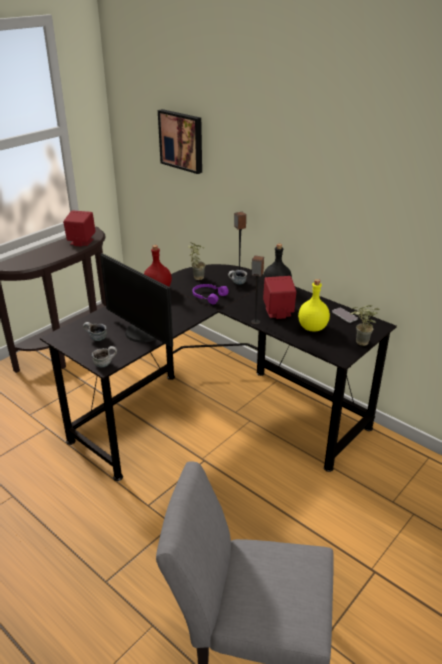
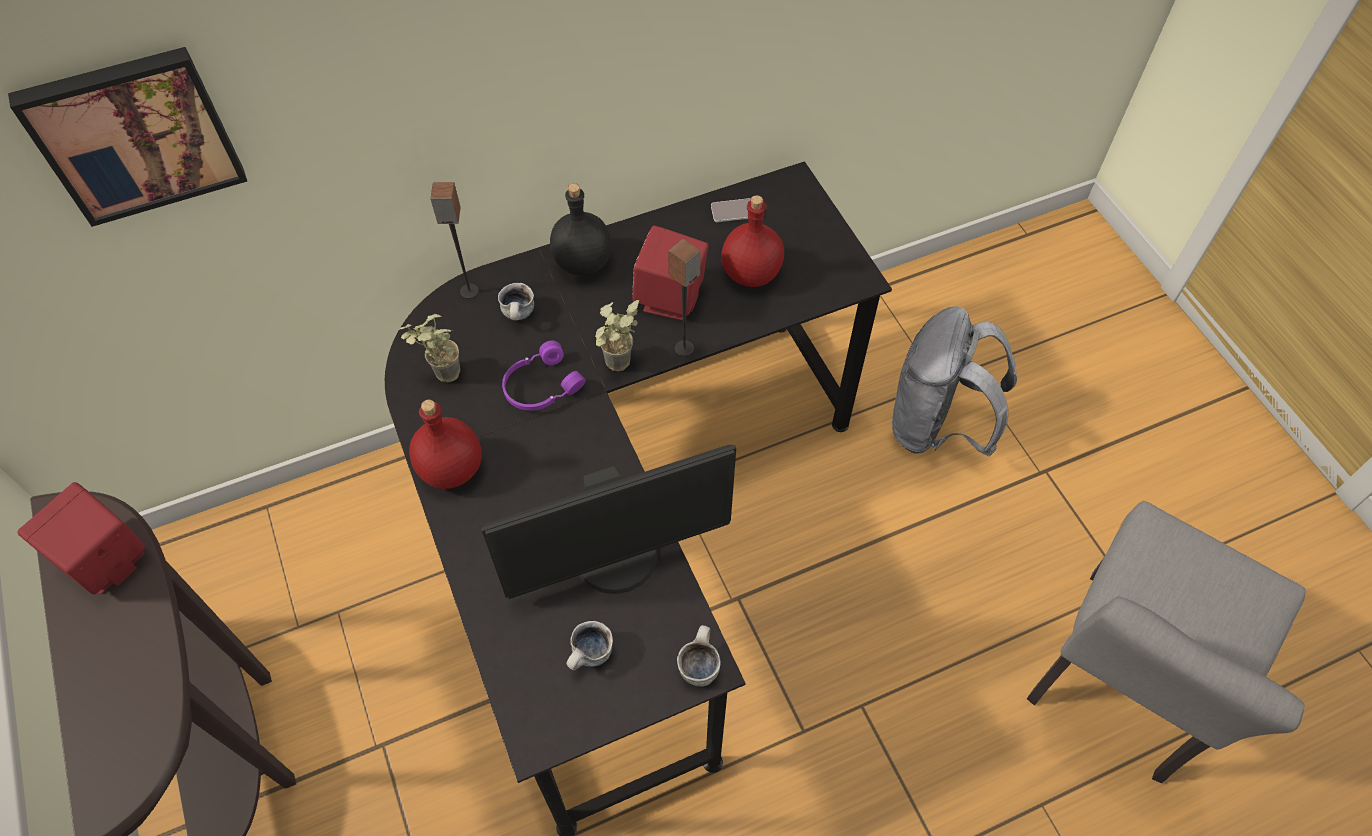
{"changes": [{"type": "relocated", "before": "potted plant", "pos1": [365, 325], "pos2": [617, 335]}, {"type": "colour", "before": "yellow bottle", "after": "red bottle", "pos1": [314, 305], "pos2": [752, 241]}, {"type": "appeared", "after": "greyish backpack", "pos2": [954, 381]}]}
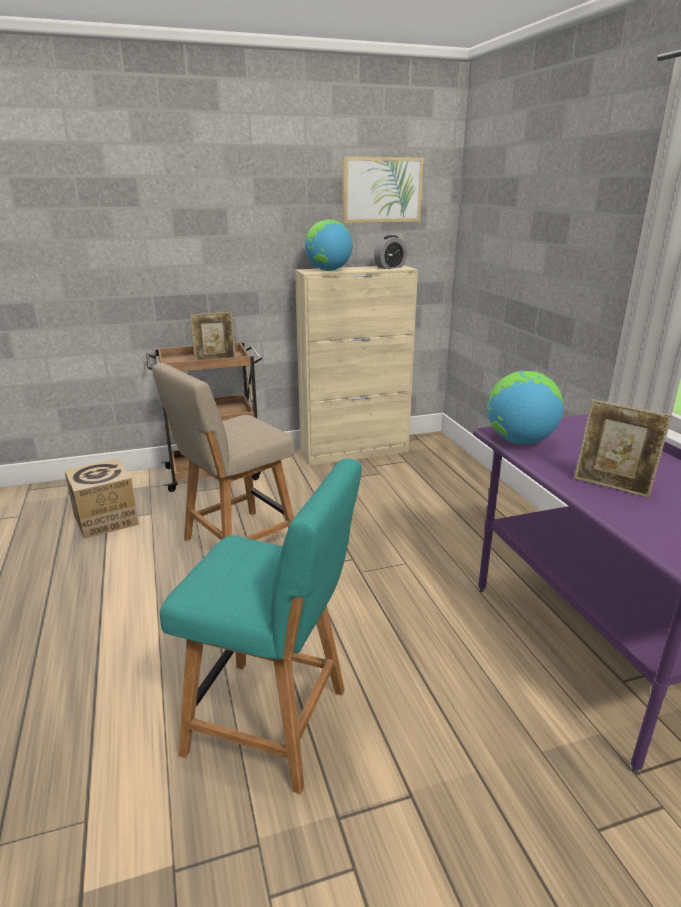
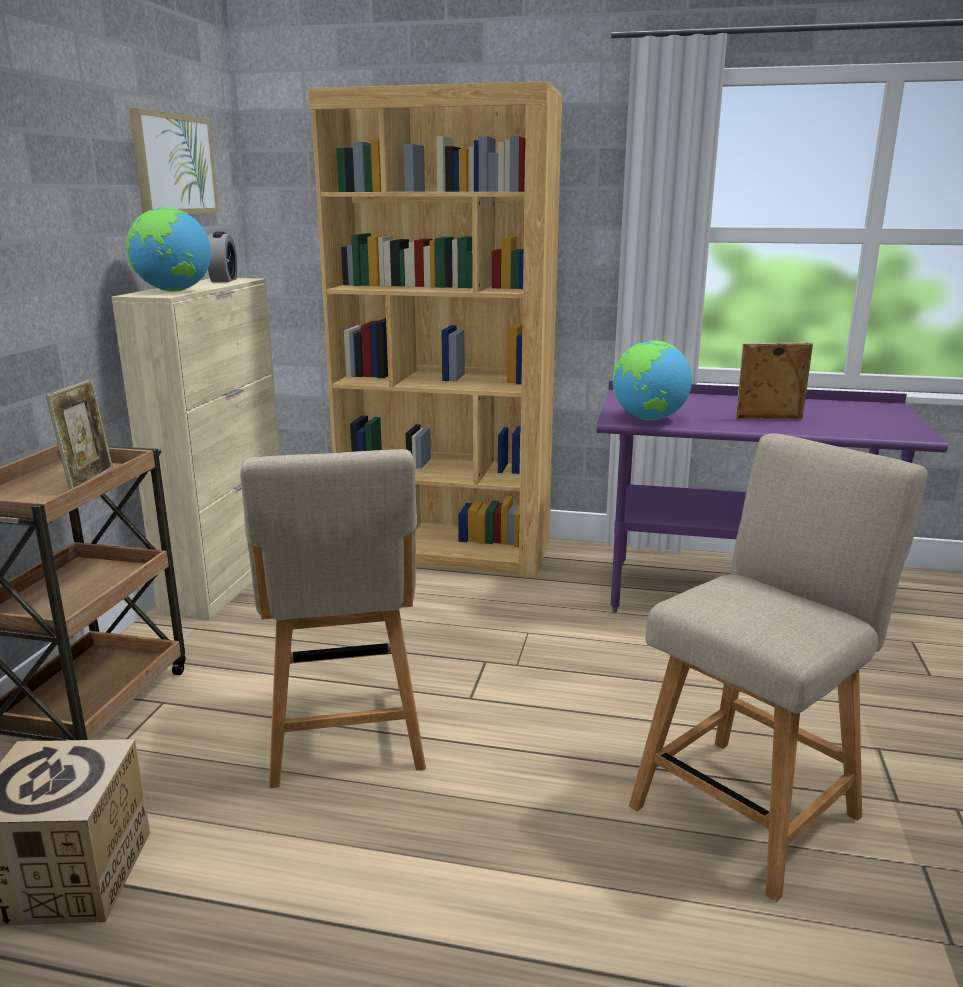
{"changes": [{"type": "appeared", "after": "brown-coloured shelving unit", "pos2": [435, 329]}, {"type": "colour", "before": "turquoise upright chair", "after": "sand-coloured upright chair", "pos1": [261, 626], "pos2": [778, 667]}, {"type": "spun", "before": "picture frame", "pos1": [623, 448], "pos2": [774, 380], "turn": -150}]}
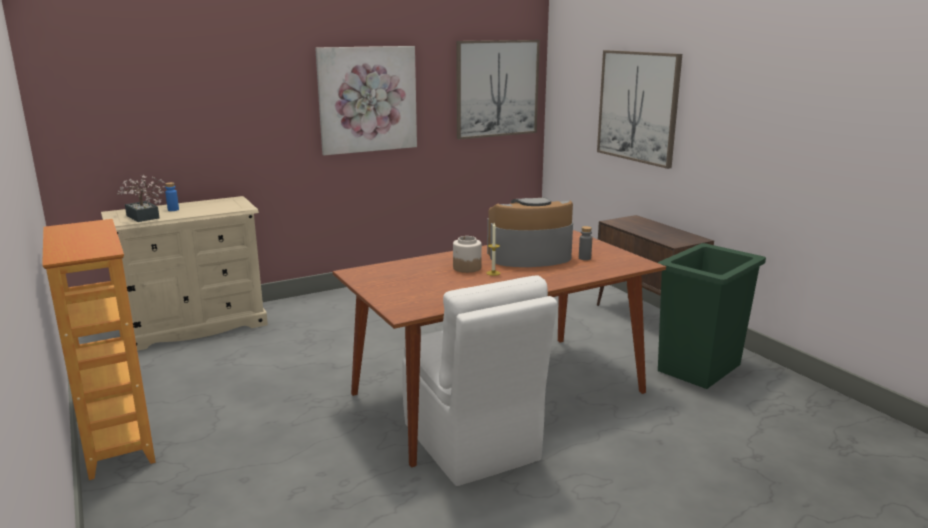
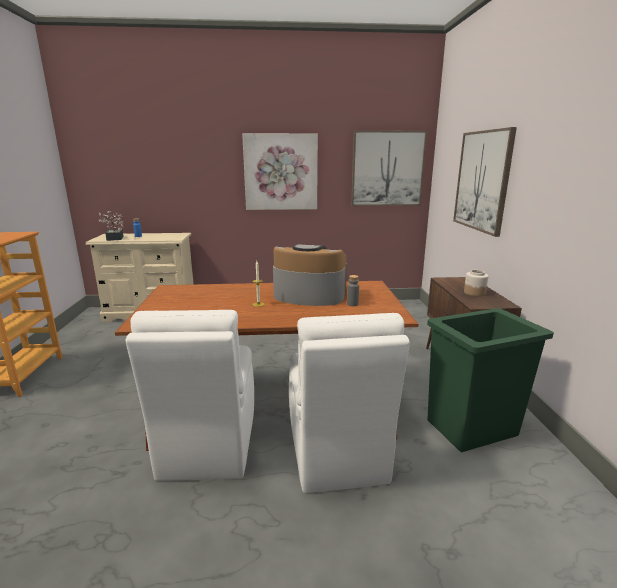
{"changes": [{"type": "appeared", "after": "whitish upright chair", "pos2": [349, 403]}, {"type": "relocated", "before": "jar", "pos1": [467, 254], "pos2": [476, 283]}]}
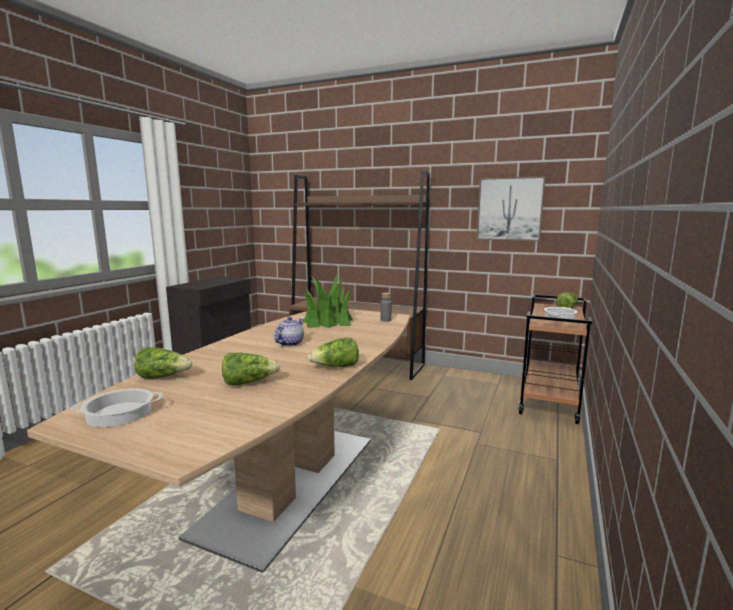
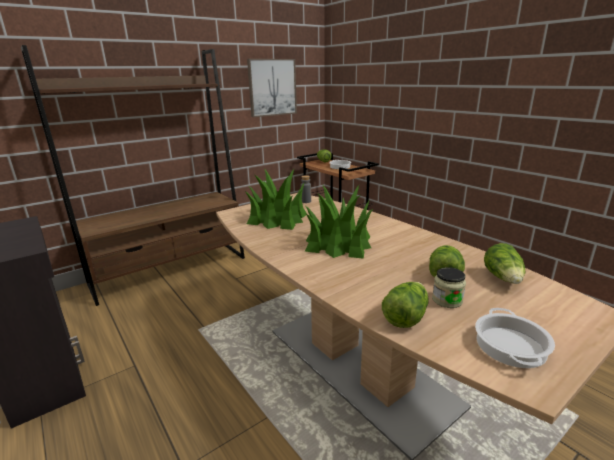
{"changes": [{"type": "exchanged", "before": "teapot", "after": "potted plant", "pos1": [289, 332], "pos2": [339, 222]}, {"type": "appeared", "after": "jar", "pos2": [449, 287]}, {"type": "relocated", "before": "head of lettuce", "pos1": [333, 352], "pos2": [504, 263]}]}
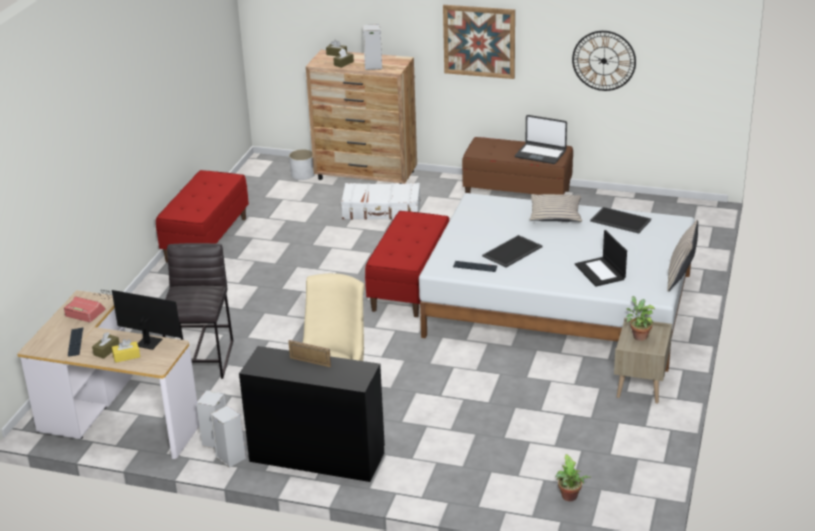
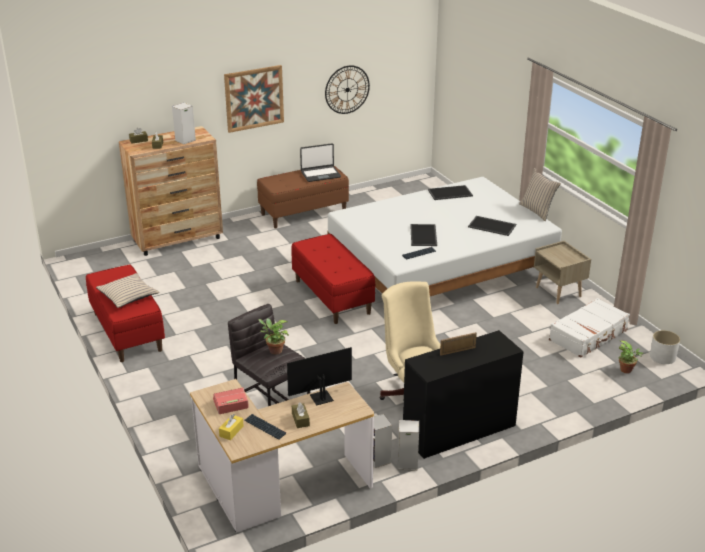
{"changes": [{"type": "relocated", "before": "sand-coloured throw pillow", "pos1": [556, 208], "pos2": [128, 290]}, {"type": "relocated", "before": "yellow tissue box", "pos1": [126, 351], "pos2": [231, 427]}, {"type": "relocated", "before": "potted plant", "pos1": [641, 318], "pos2": [273, 337]}, {"type": "exchanged", "before": "notebook computer", "after": "serving tray", "pos1": [601, 258], "pos2": [492, 226]}, {"type": "relocated", "before": "whitish piece of luggage", "pos1": [380, 201], "pos2": [589, 328]}, {"type": "relocated", "before": "whitish plant pot", "pos1": [302, 164], "pos2": [665, 347]}]}
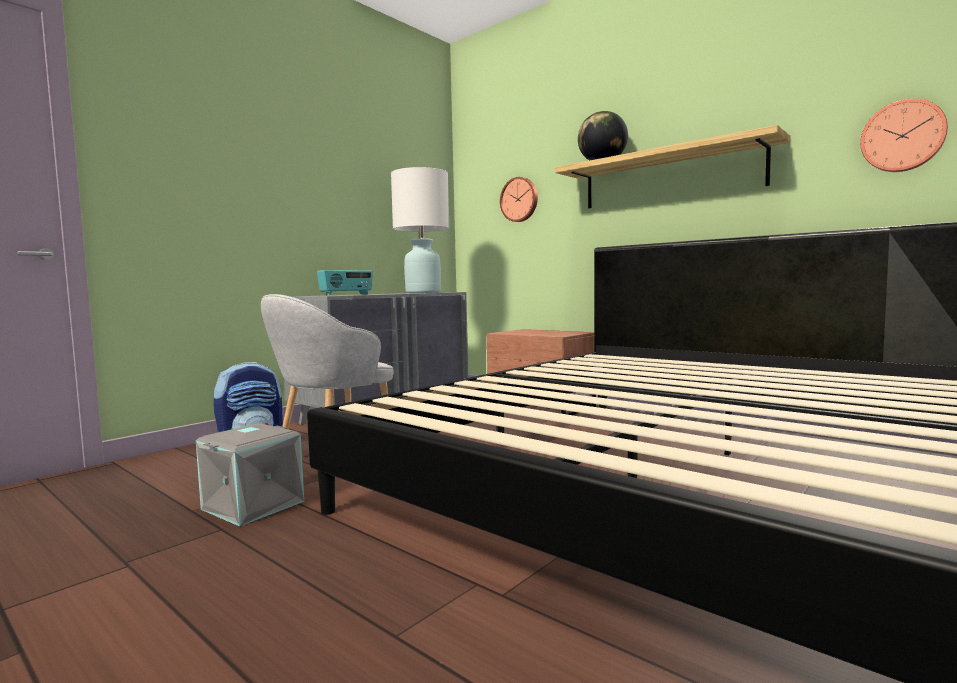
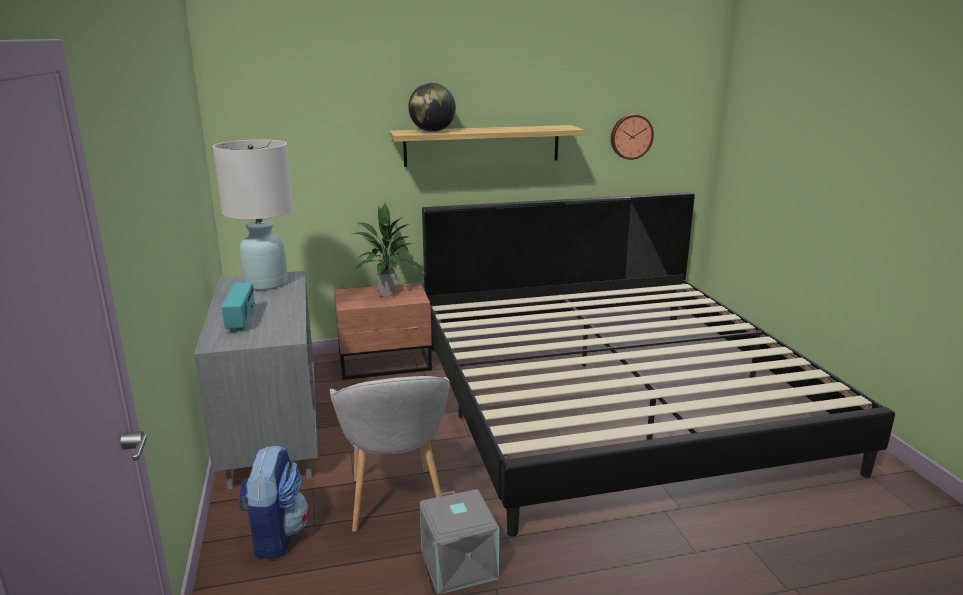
{"changes": [{"type": "appeared", "after": "potted plant", "pos2": [389, 249]}, {"type": "missing", "before": "wall clock", "pos1": [519, 199]}]}
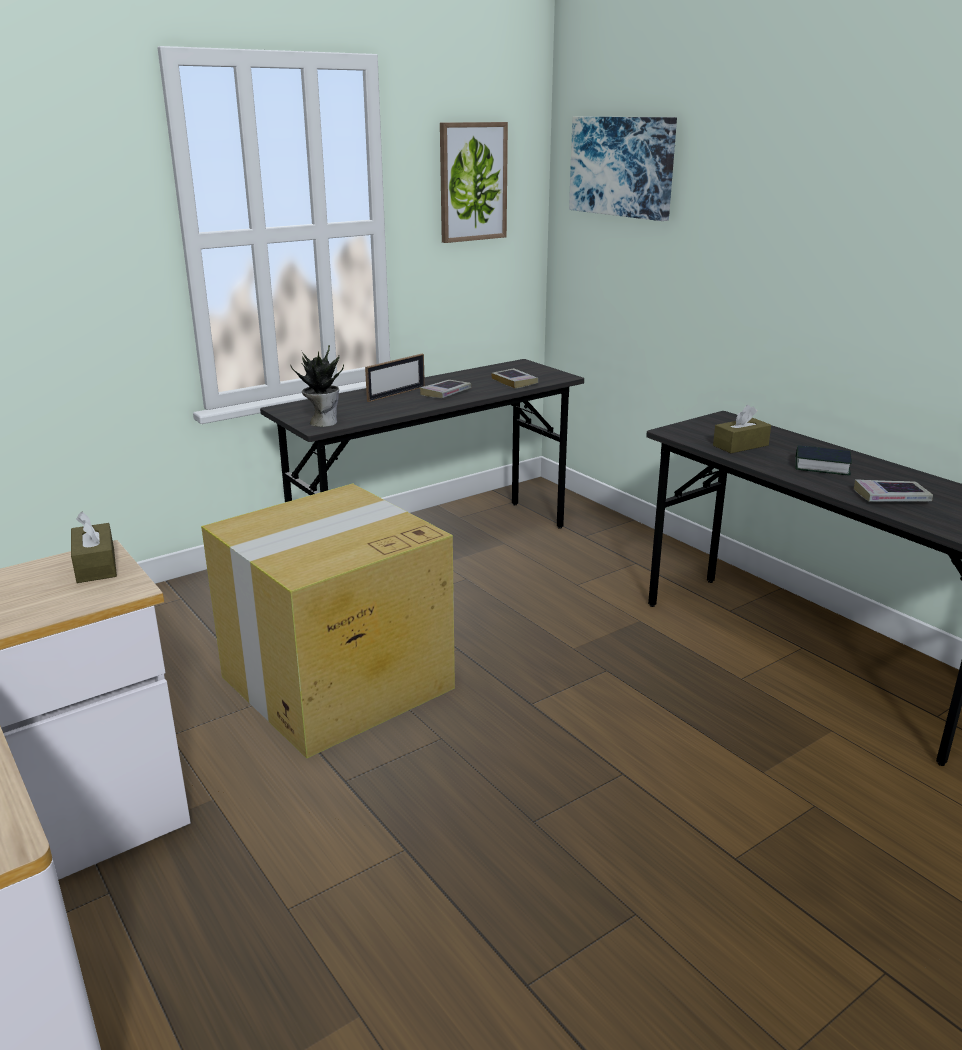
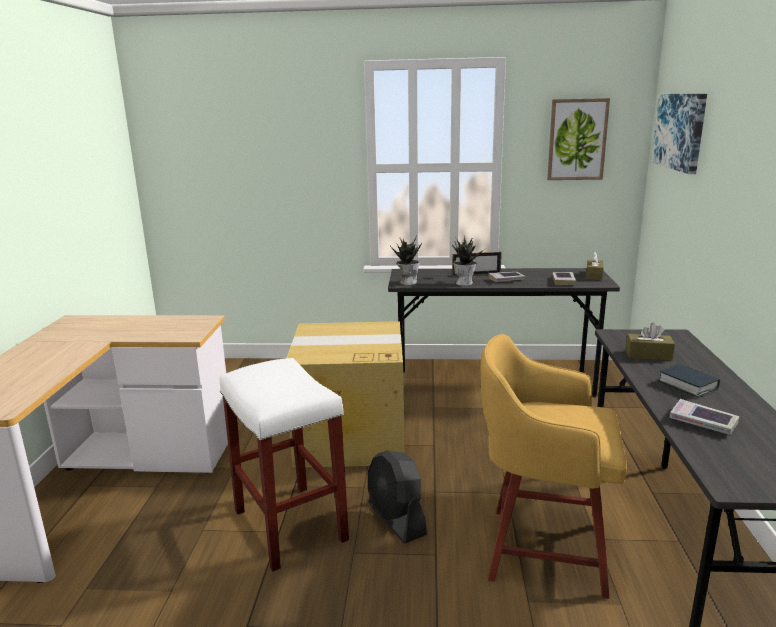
{"changes": [{"type": "appeared", "after": "whitish stool", "pos2": [284, 464]}, {"type": "appeared", "after": "blackish fan", "pos2": [397, 497]}, {"type": "appeared", "after": "potted plant", "pos2": [468, 260]}, {"type": "appeared", "after": "yellow stool", "pos2": [553, 466]}, {"type": "relocated", "before": "brown-coloured tissue box", "pos1": [94, 547], "pos2": [594, 266]}]}
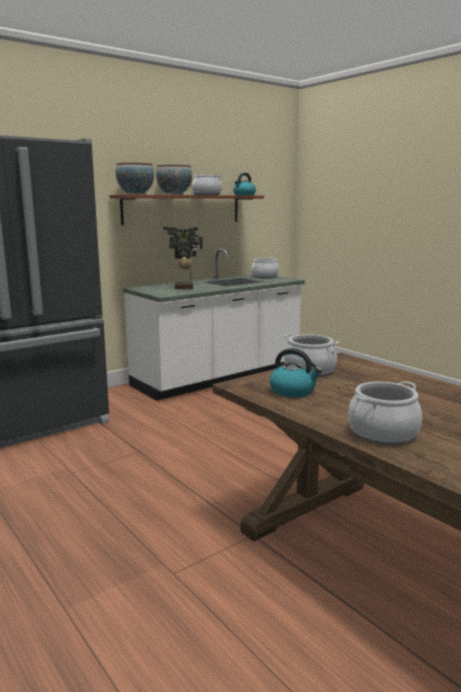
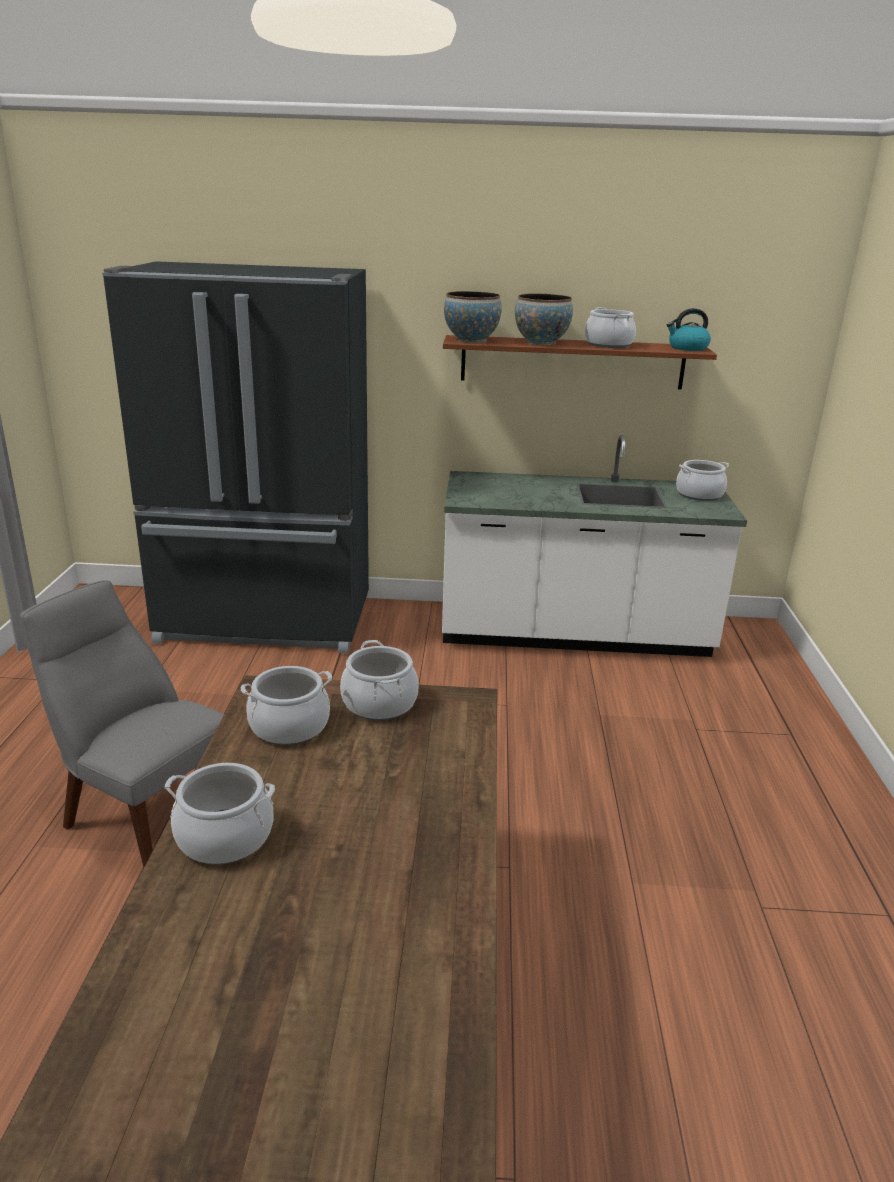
{"changes": [{"type": "appeared", "after": "greyish upright chair", "pos2": [122, 724]}, {"type": "exchanged", "before": "water kettle", "after": "saucepot", "pos1": [296, 372], "pos2": [286, 705]}, {"type": "missing", "before": "potted plant", "pos1": [183, 258]}]}
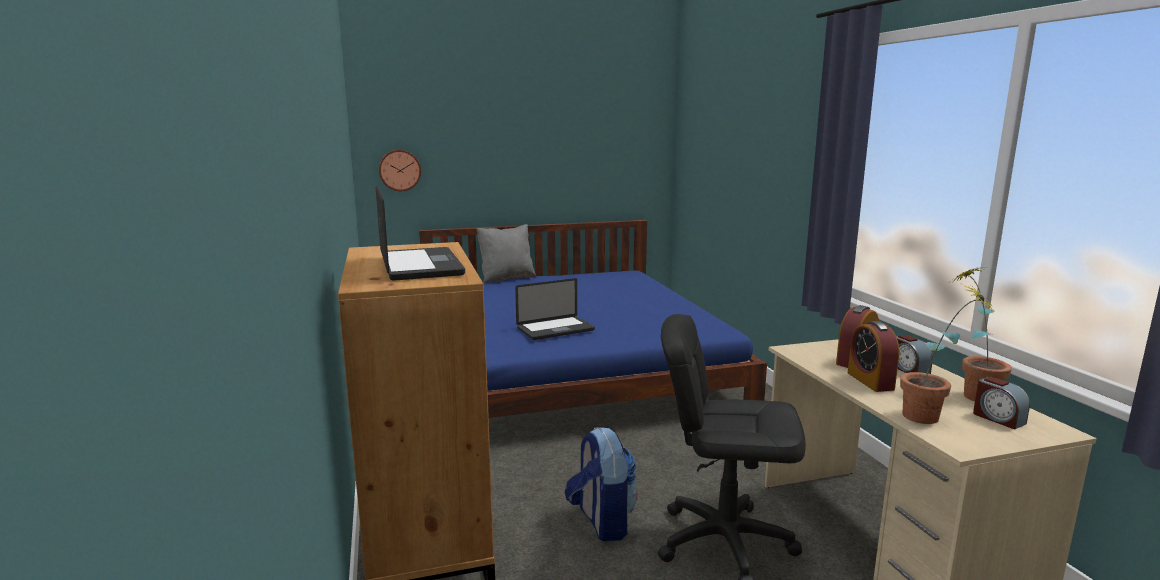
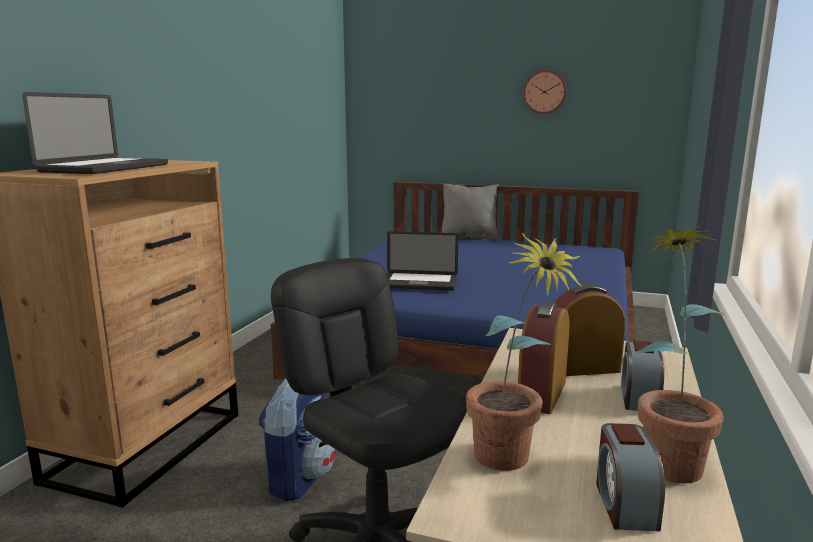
{"changes": [{"type": "relocated", "before": "wall clock", "pos1": [400, 170], "pos2": [545, 92]}]}
